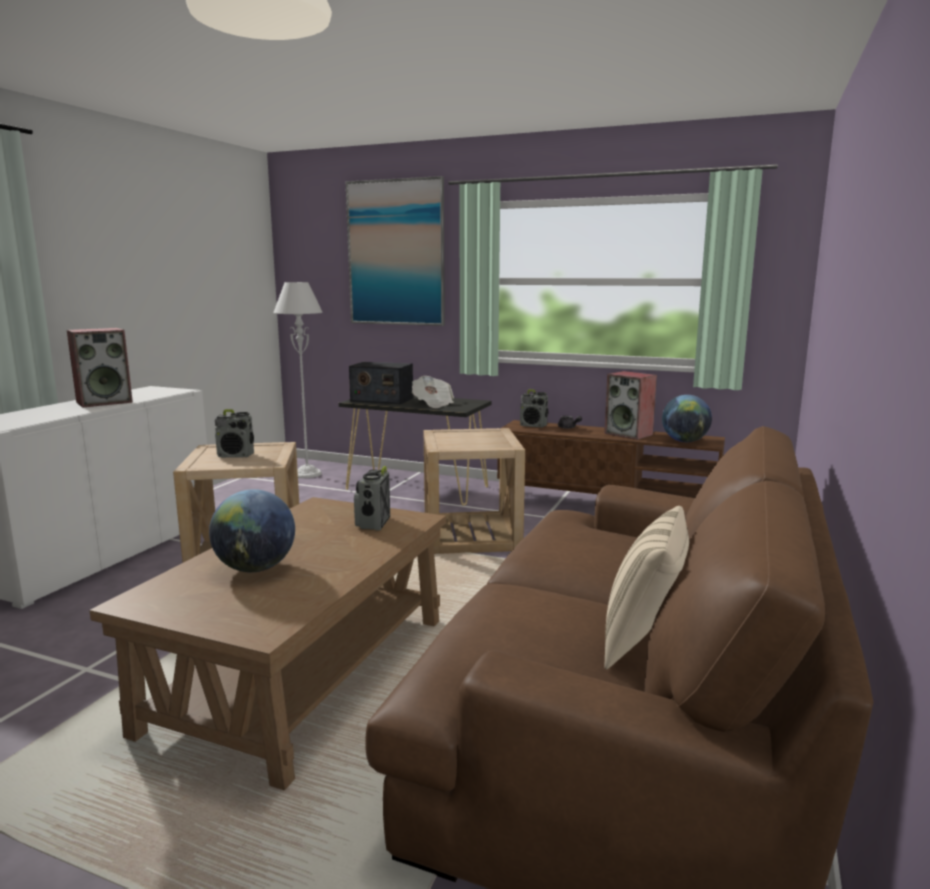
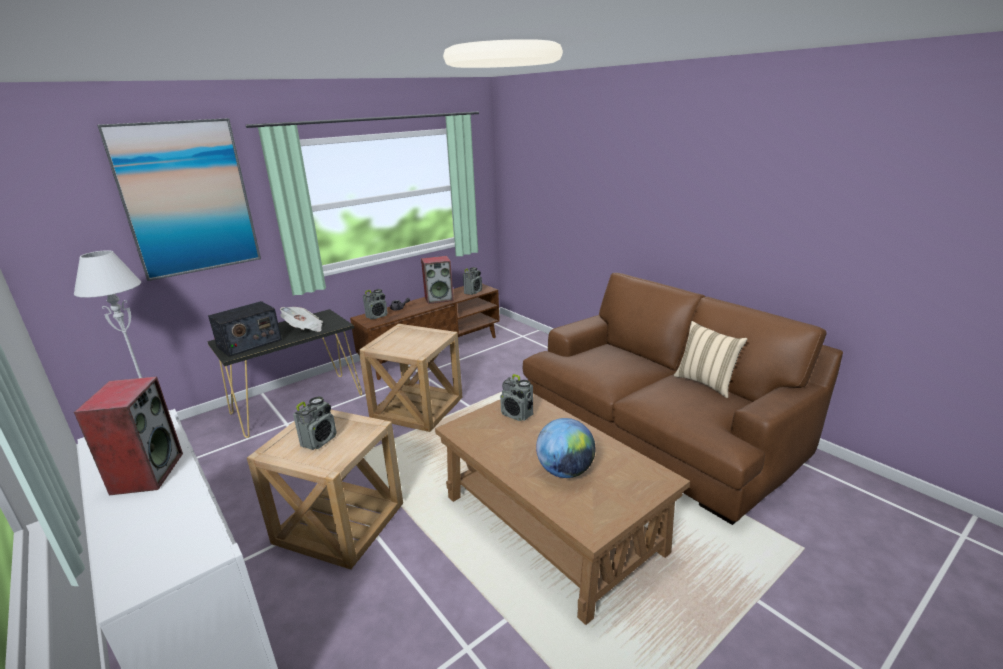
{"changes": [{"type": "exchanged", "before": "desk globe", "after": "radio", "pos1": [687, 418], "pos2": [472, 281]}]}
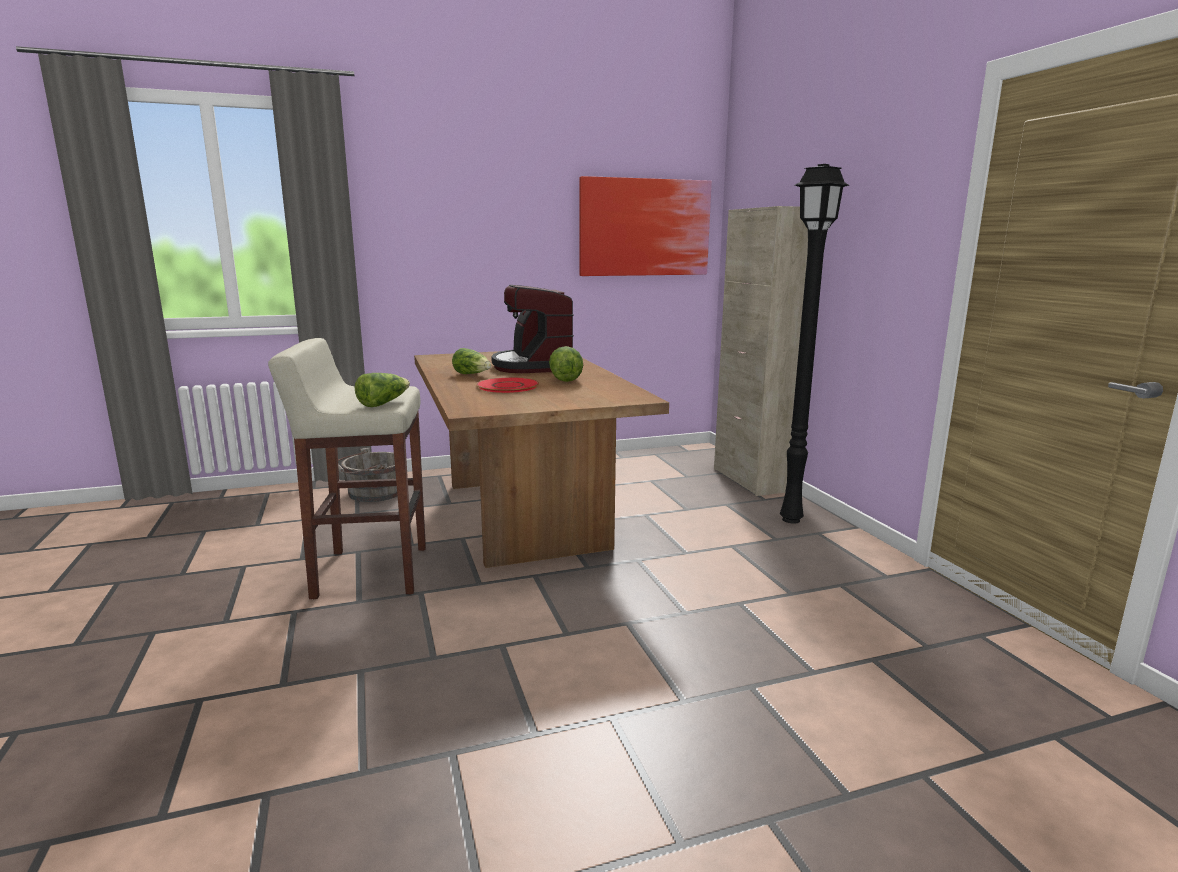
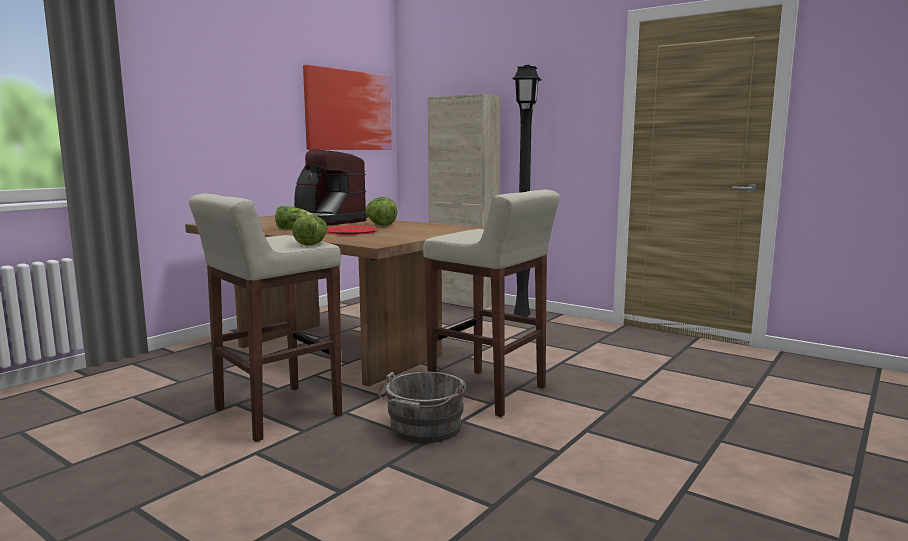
{"changes": [{"type": "relocated", "before": "greyish bucket", "pos1": [367, 475], "pos2": [422, 407]}, {"type": "appeared", "after": "sand-coloured stool", "pos2": [491, 303]}]}
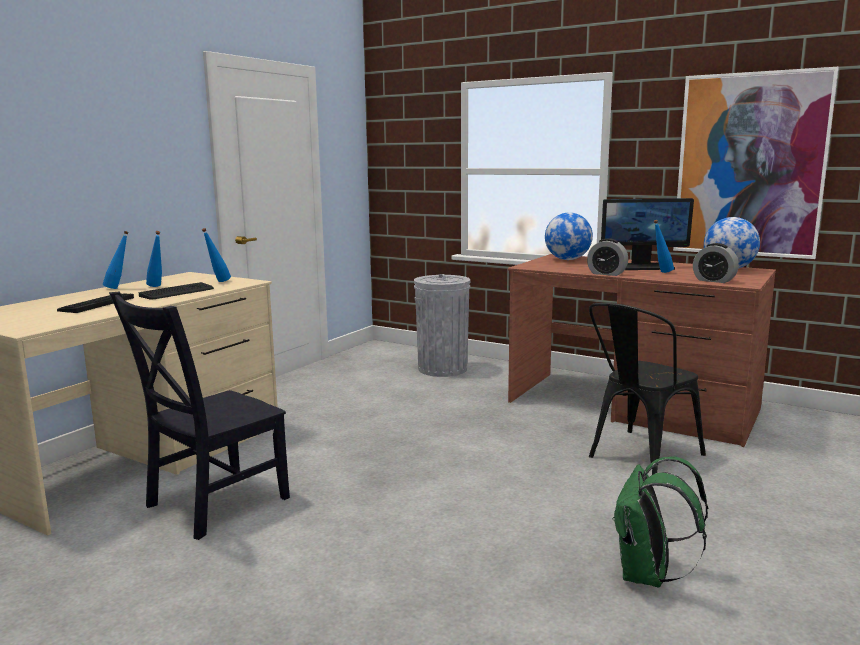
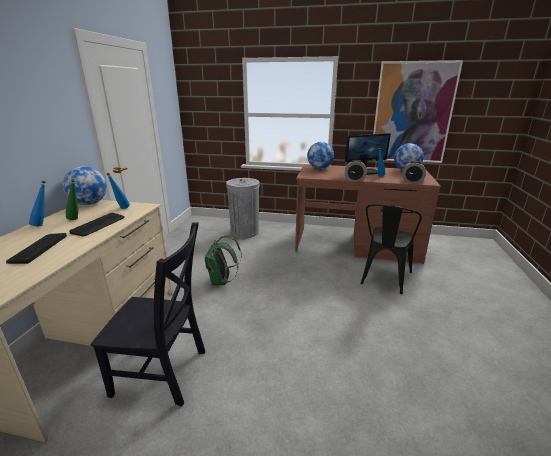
{"changes": [{"type": "appeared", "after": "desk globe", "pos2": [85, 185]}, {"type": "colour", "before": "bluish bottle", "after": "green-coloured bottle", "pos1": [154, 259], "pos2": [72, 199]}, {"type": "spun", "before": "blackish upright chair", "pos1": [199, 416], "pos2": [147, 314], "turn": -105}, {"type": "relocated", "before": "green-coloured backpack", "pos1": [660, 522], "pos2": [223, 260]}]}
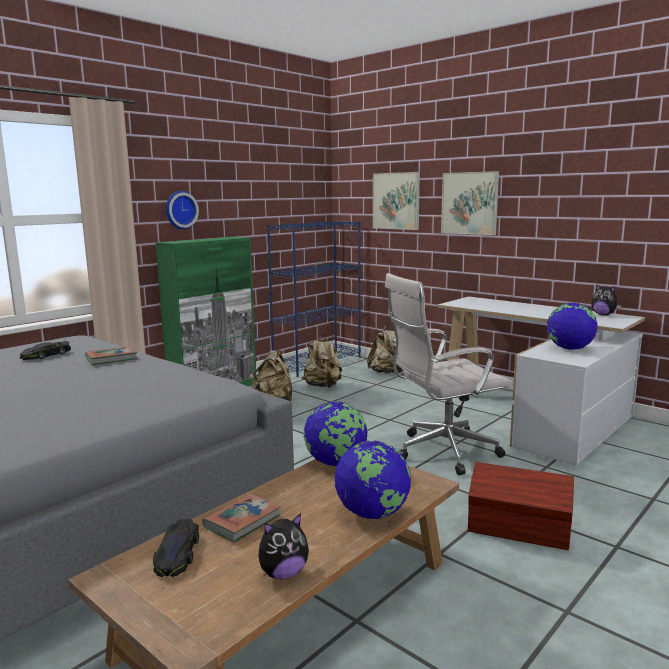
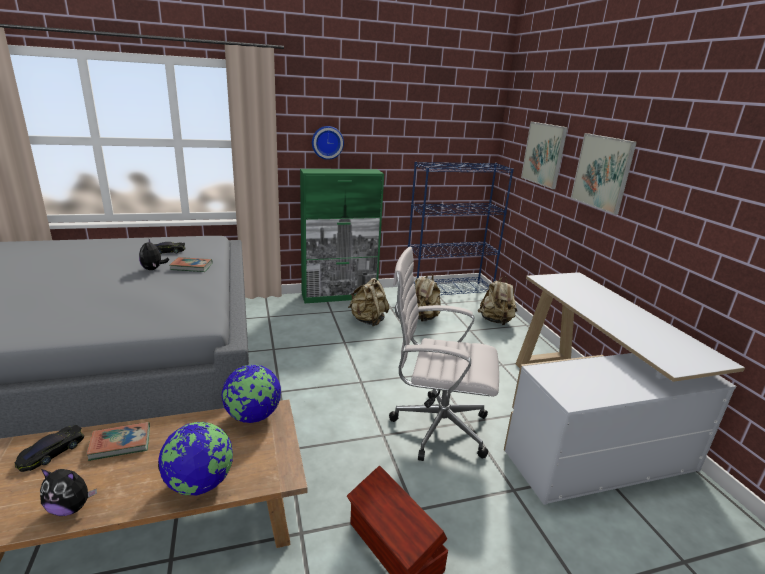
{"changes": [{"type": "relocated", "before": "plush toy", "pos1": [606, 299], "pos2": [154, 254]}, {"type": "missing", "before": "desk globe", "pos1": [572, 326]}]}
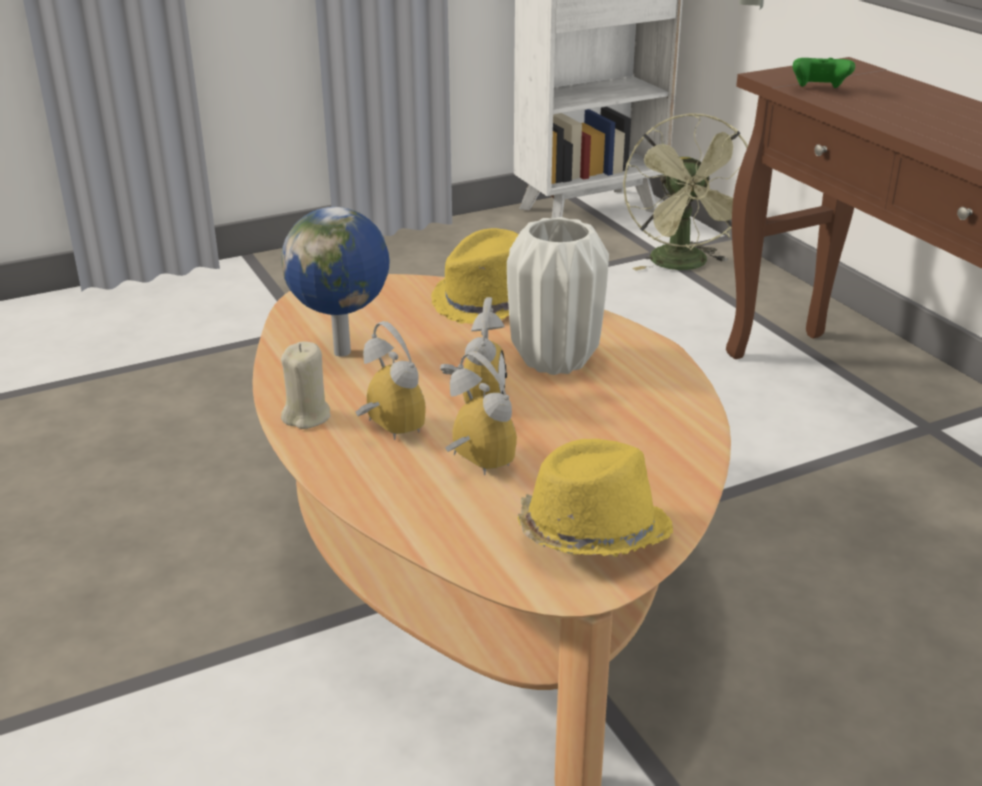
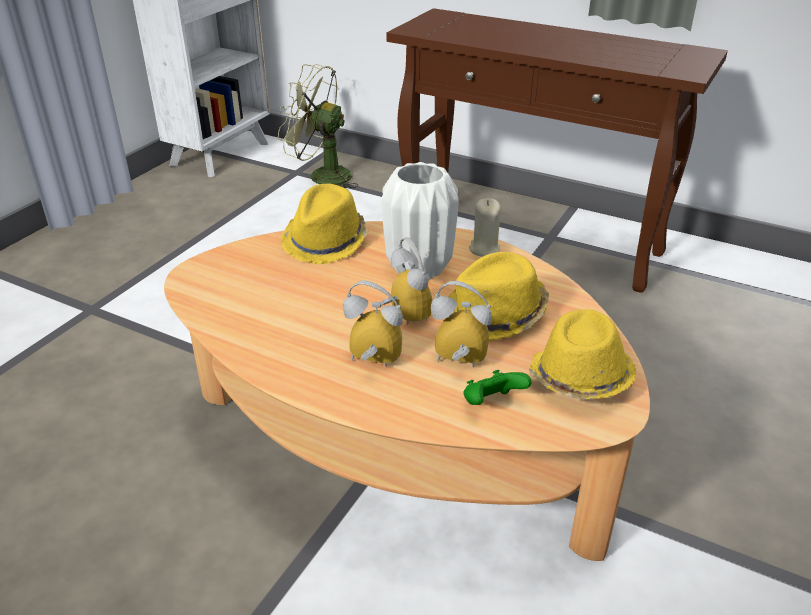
{"changes": [{"type": "spun", "before": "green-coloured fan", "pos1": [685, 191], "pos2": [318, 126], "turn": 150}, {"type": "appeared", "after": "yellow clothing hat", "pos2": [497, 296]}, {"type": "relocated", "before": "green-coloured gamepad", "pos1": [824, 73], "pos2": [497, 387]}, {"type": "relocated", "before": "sand-coloured candle", "pos1": [305, 385], "pos2": [485, 227]}, {"type": "missing", "before": "desk globe", "pos1": [335, 282]}]}
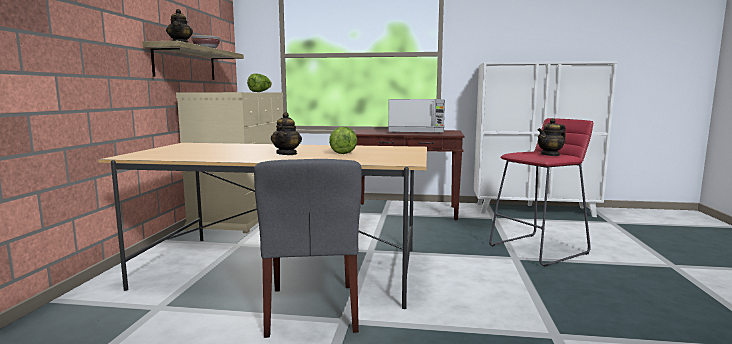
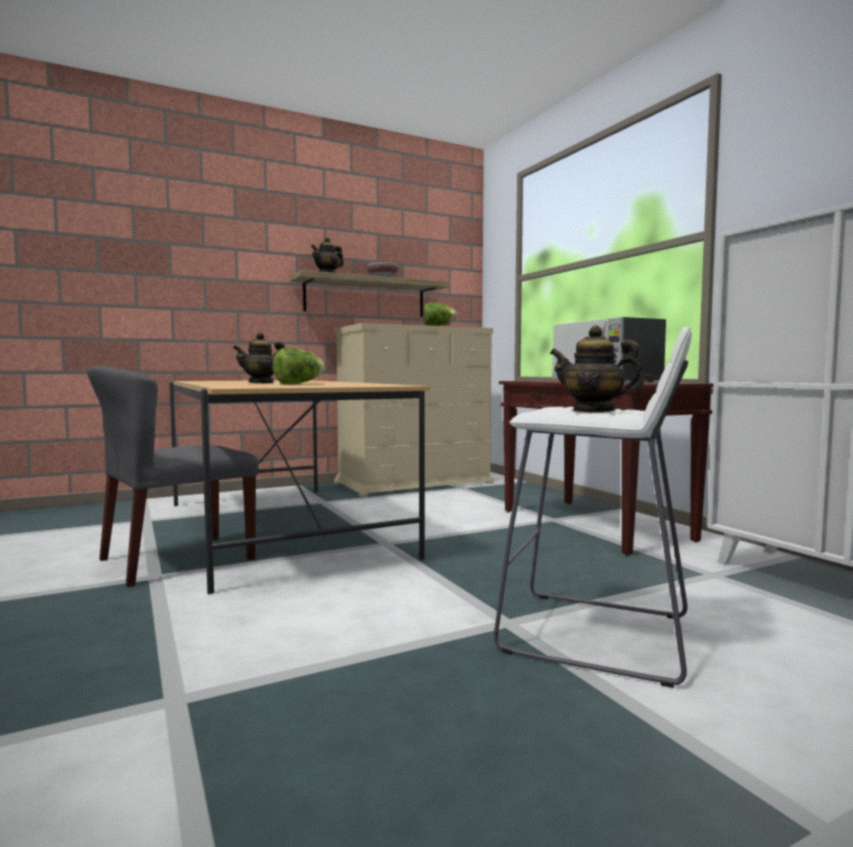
{"changes": [{"type": "colour", "before": "red stool", "after": "whitish stool", "pos1": [541, 192], "pos2": [593, 507]}]}
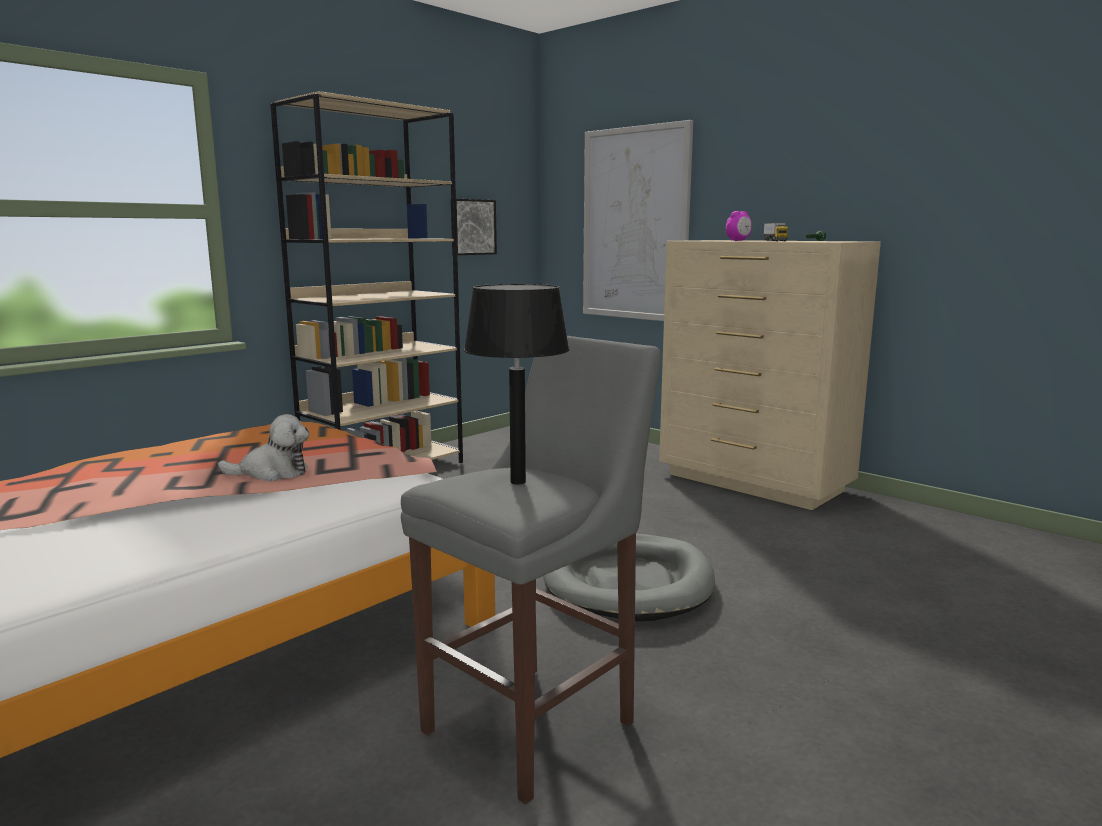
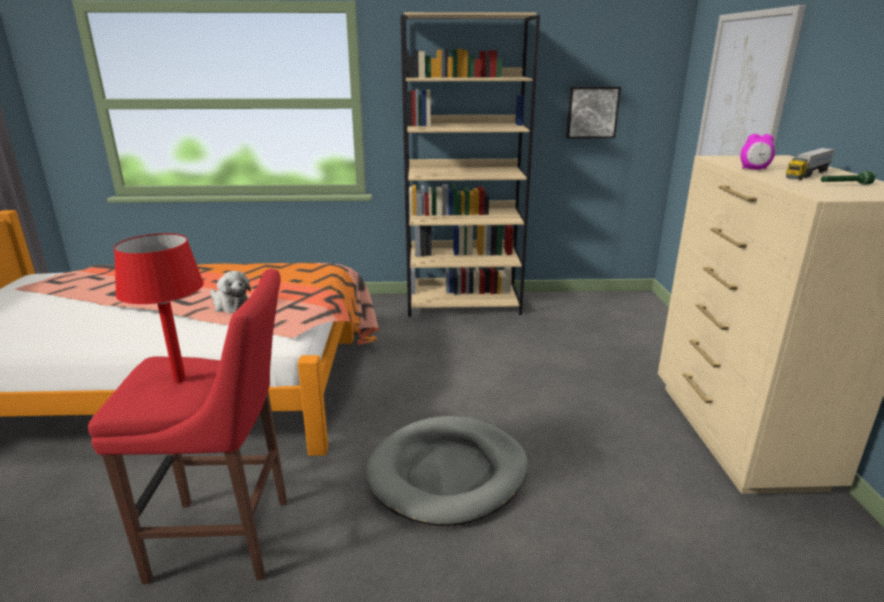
{"changes": [{"type": "colour", "before": "greyish stool", "after": "red stool", "pos1": [531, 570], "pos2": [187, 426]}, {"type": "colour", "before": "blackish tabletop lamp", "after": "red tabletop lamp", "pos1": [517, 384], "pos2": [159, 308]}]}
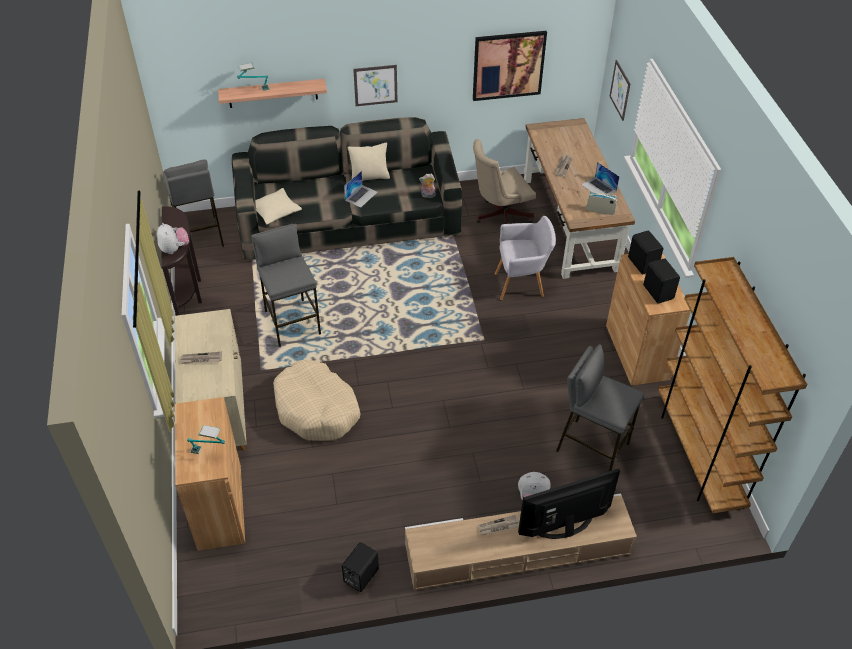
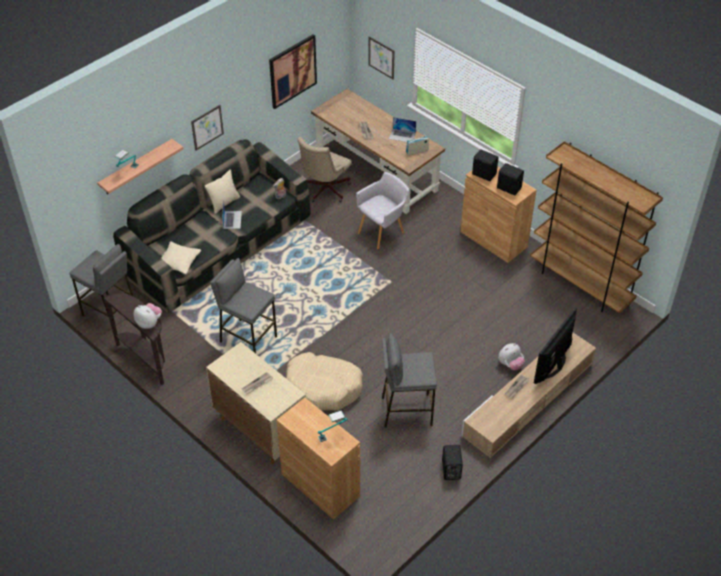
{"changes": [{"type": "relocated", "before": "greyish stool", "pos1": [600, 407], "pos2": [409, 380]}]}
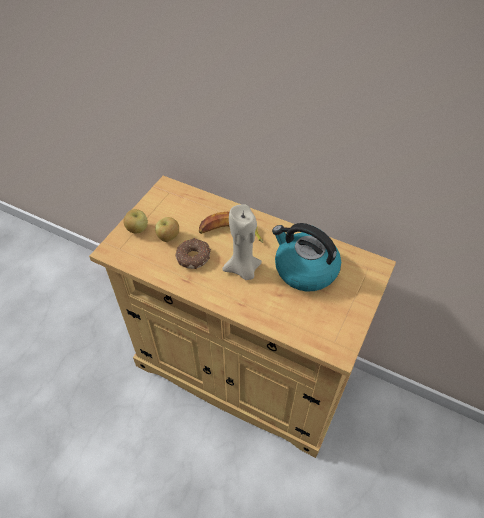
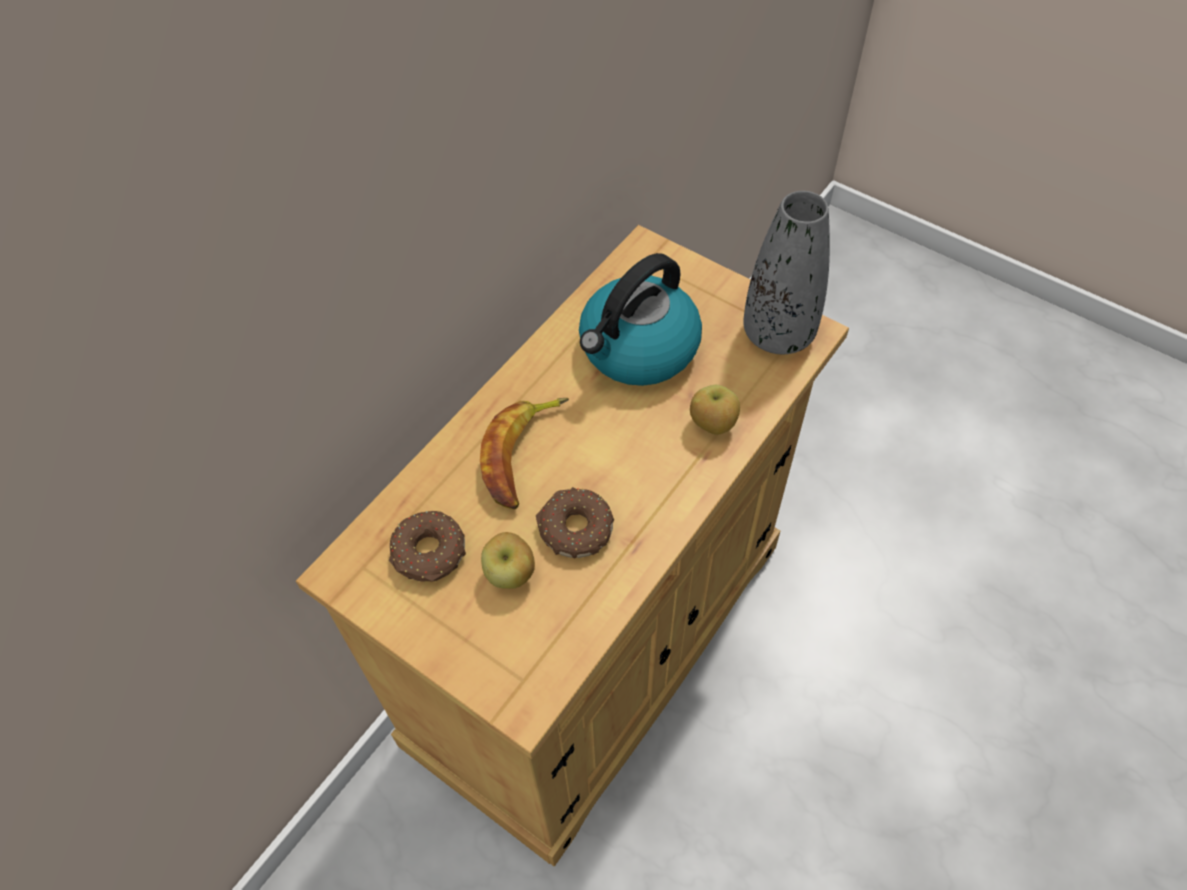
{"changes": [{"type": "appeared", "after": "ring doughnut", "pos2": [427, 546]}, {"type": "relocated", "before": "apple fruit", "pos1": [135, 221], "pos2": [715, 410]}, {"type": "appeared", "after": "greyish flower vase", "pos2": [786, 272]}, {"type": "missing", "before": "sand-coloured candle", "pos1": [242, 242]}]}
